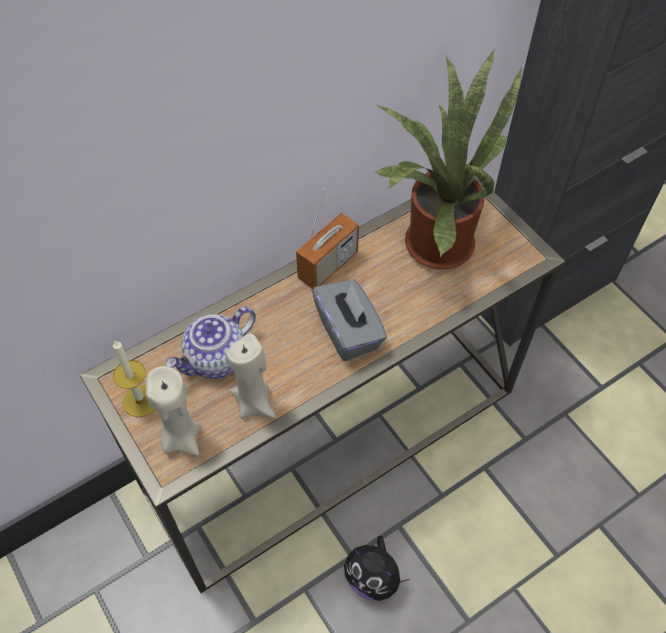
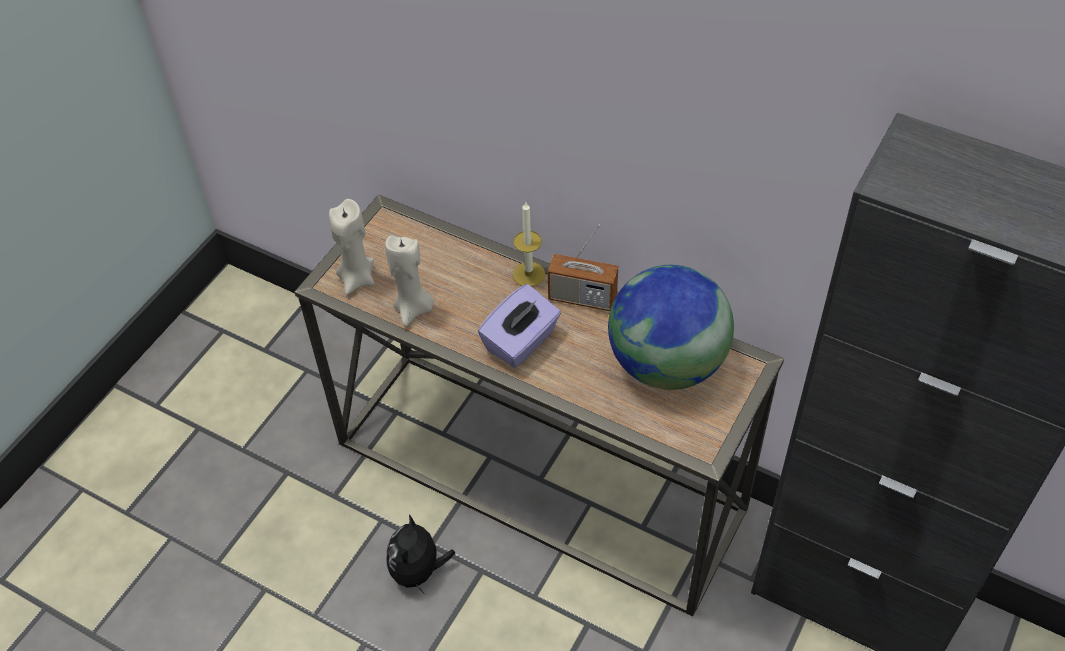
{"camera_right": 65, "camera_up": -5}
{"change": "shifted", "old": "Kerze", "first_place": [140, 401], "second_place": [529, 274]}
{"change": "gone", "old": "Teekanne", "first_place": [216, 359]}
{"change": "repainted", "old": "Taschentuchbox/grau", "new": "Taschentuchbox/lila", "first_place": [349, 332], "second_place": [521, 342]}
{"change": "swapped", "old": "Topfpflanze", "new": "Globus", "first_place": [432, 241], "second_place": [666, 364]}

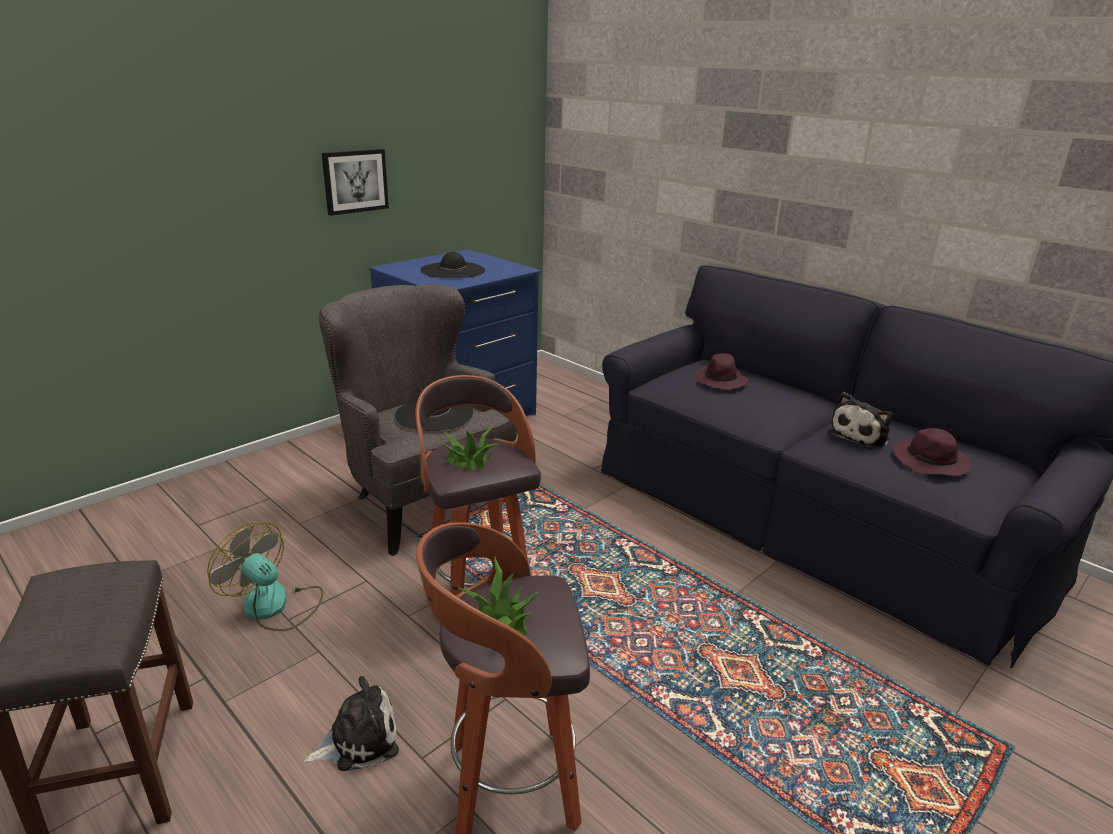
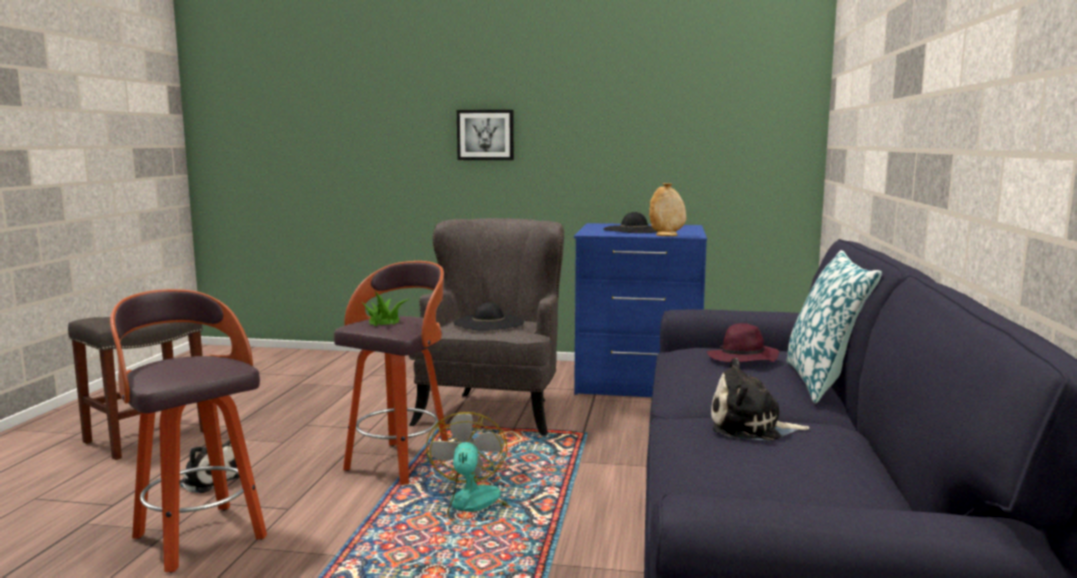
{"camera_right": 55, "camera_up": -15}
{"change": "shifted", "old": "Ventilator", "first_place": [274, 606], "second_place": [475, 507]}
{"change": "shifted", "old": "Bild", "first_place": [355, 181], "second_place": [485, 135]}
{"change": "gone", "old": "Topfpflanze", "first_place": [502, 619]}
{"change": "gone", "old": "Hut/lila", "first_place": [931, 463]}
{"change": "new", "new": "Vase/beige", "second_place": [667, 235]}
{"change": "new", "new": "Kissen", "second_place": [824, 382]}

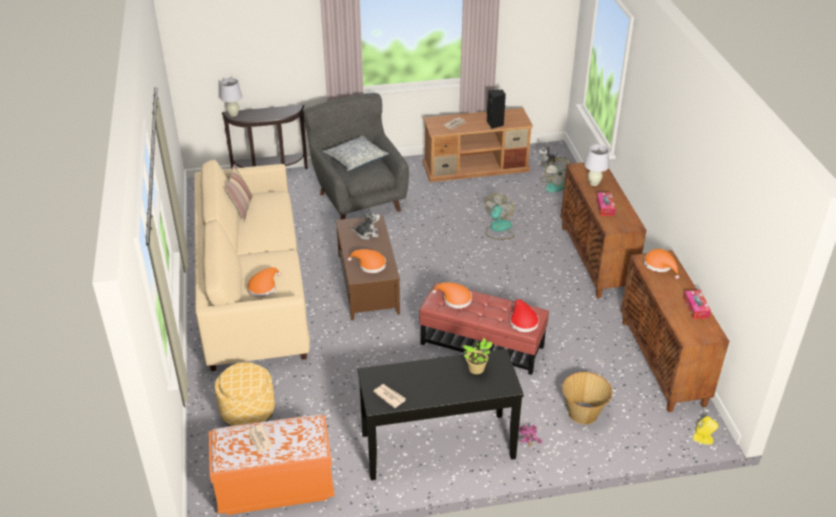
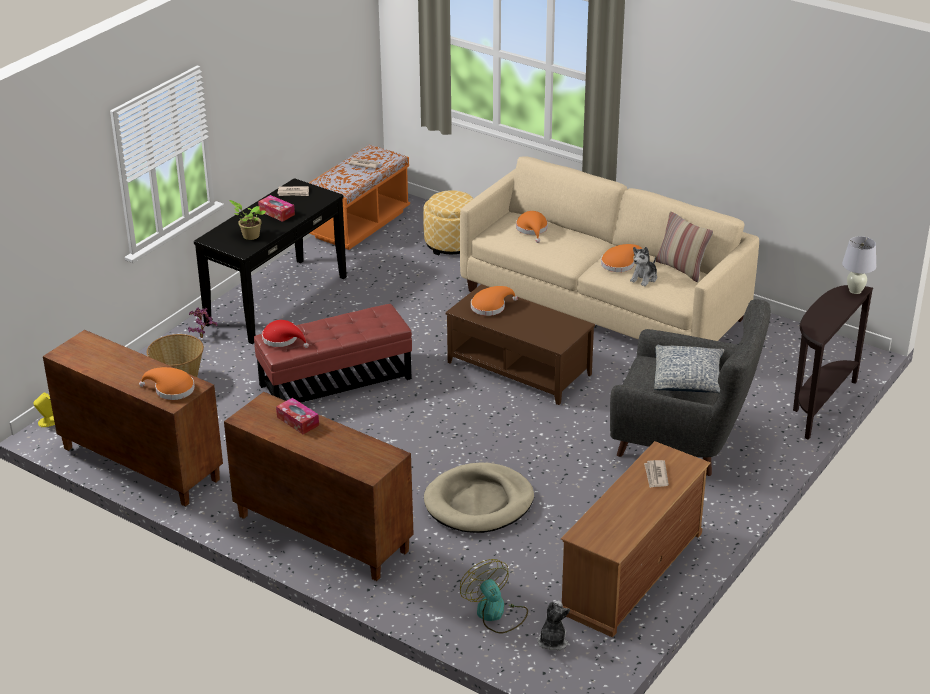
{"camera_right": 135, "camera_up": -5}
{"change": "shifted", "old": "Plüschtier", "first_place": [367, 234], "second_place": [644, 278]}
{"change": "shifted", "old": "Hut/orange", "first_place": [454, 299], "second_place": [620, 264]}
{"change": "swapped", "old": "Ventilator", "new": "Hundebett/beige", "first_place": [498, 229], "second_place": [479, 502]}
{"change": "gone", "old": "Lautsprecher/schwarz", "first_place": [495, 124]}
{"change": "gone", "old": "Tischlampe/weiß", "first_place": [594, 183]}
{"change": "shifted", "old": "Taschentuchbox", "first_place": [695, 308], "second_place": [276, 213]}

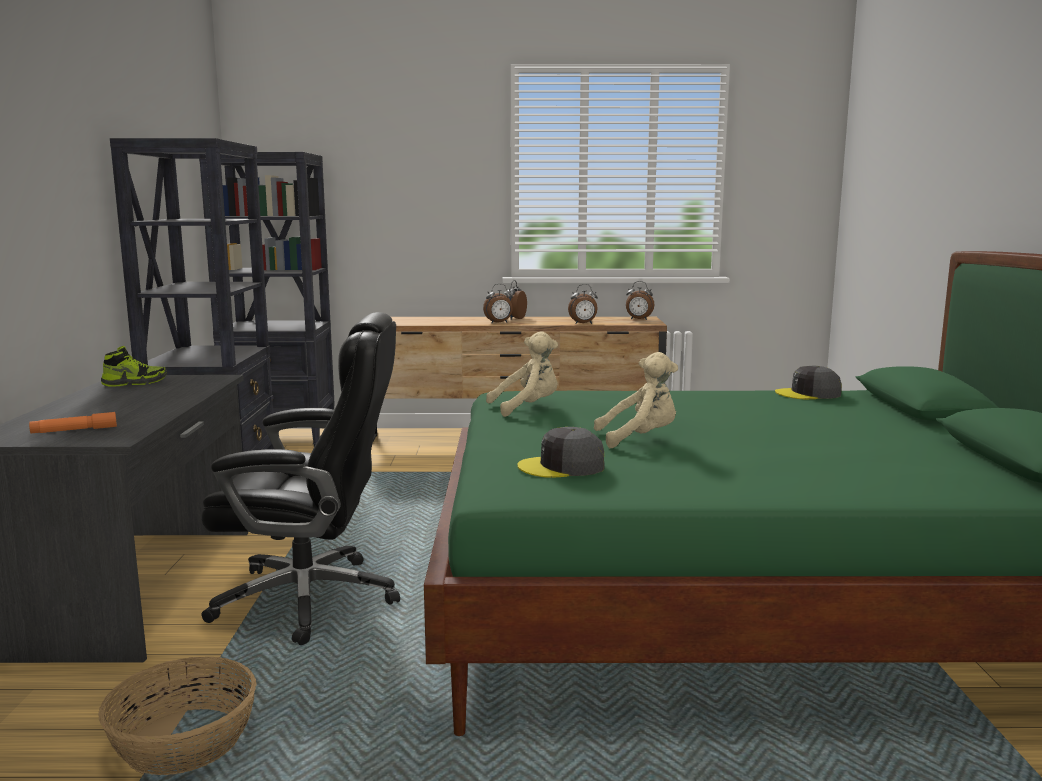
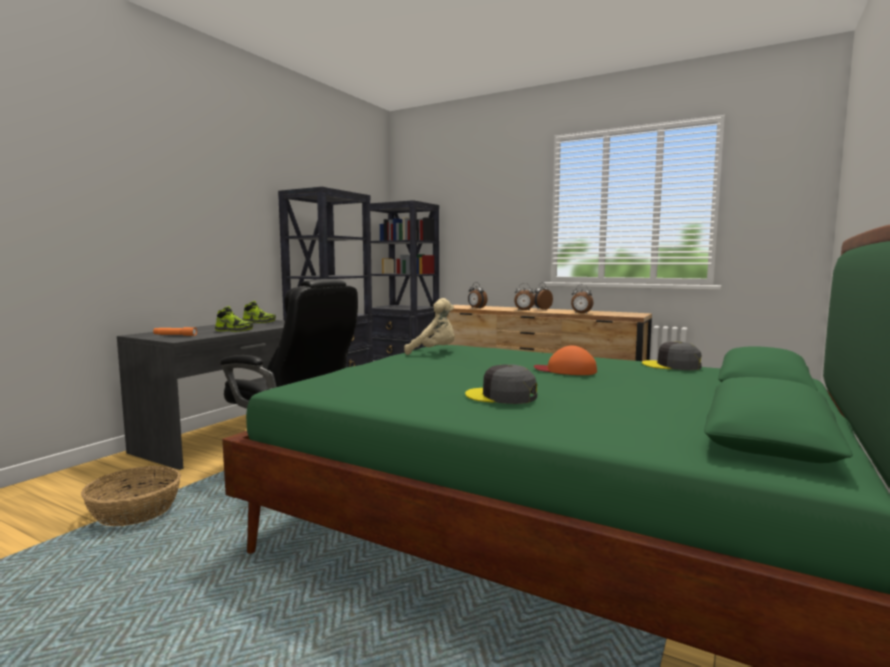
{"camera_right": 30, "camera_up": -5}
{"change": "shifted", "old": "Kappe/grau", "first_place": [562, 467], "second_place": [501, 396]}
{"change": "gone", "old": "Plüschtier/beige", "first_place": [640, 439]}
{"change": "shifted", "old": "Wecker", "first_place": [638, 319], "second_place": [476, 308]}
{"change": "new", "new": "Schuh", "second_place": [234, 330]}
{"change": "new", "new": "Kappe/orange", "second_place": [566, 370]}

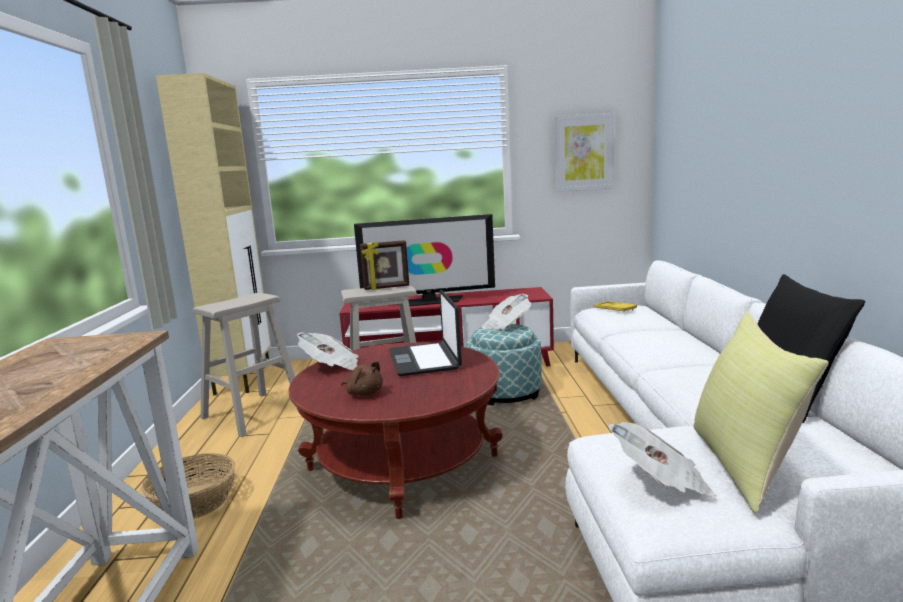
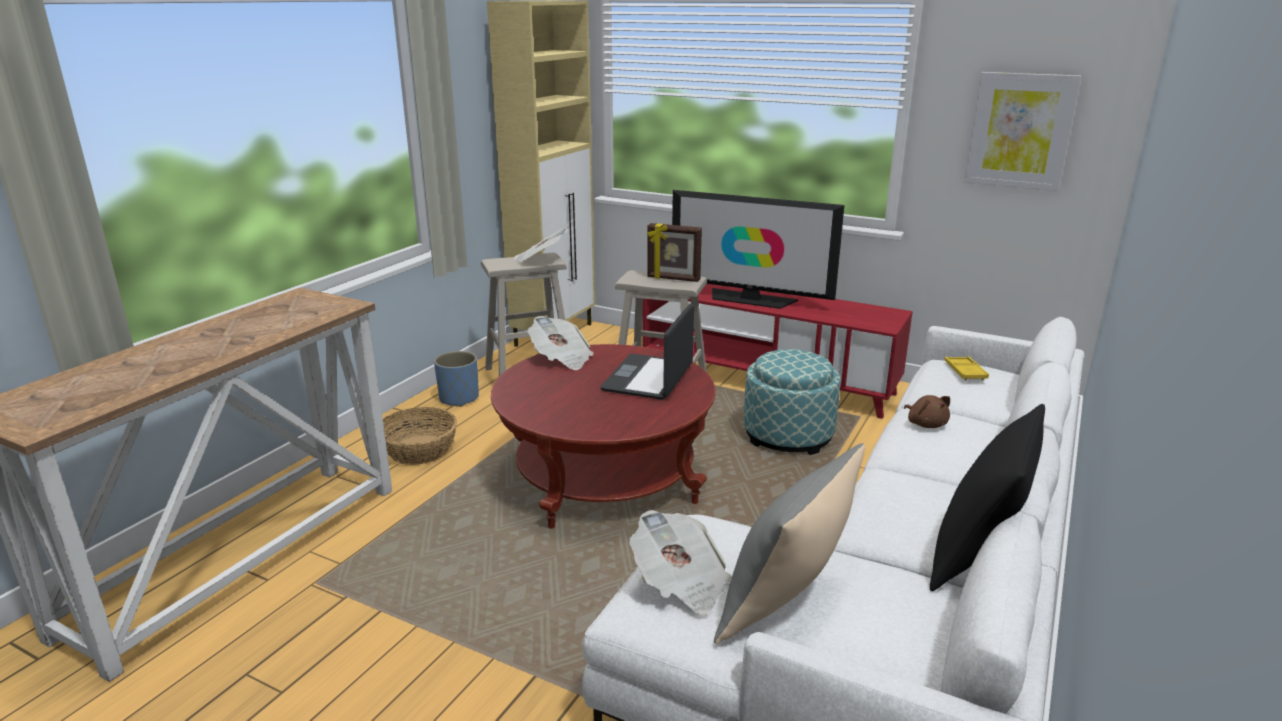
{"camera_right": 30, "camera_up": 10}
{"change": "shifted", "old": "Plüschtier/braun", "first_place": [364, 393], "second_place": [926, 424]}
{"change": "shifted", "old": "Zeitung", "first_place": [506, 325], "second_place": [539, 260]}
{"change": "repainted", "old": "Kissen/gelb", "new": "Kissen/grau", "first_place": [745, 465], "second_place": [784, 602]}
{"change": "new", "new": "Pflanzkübel/blau", "second_place": [459, 398]}

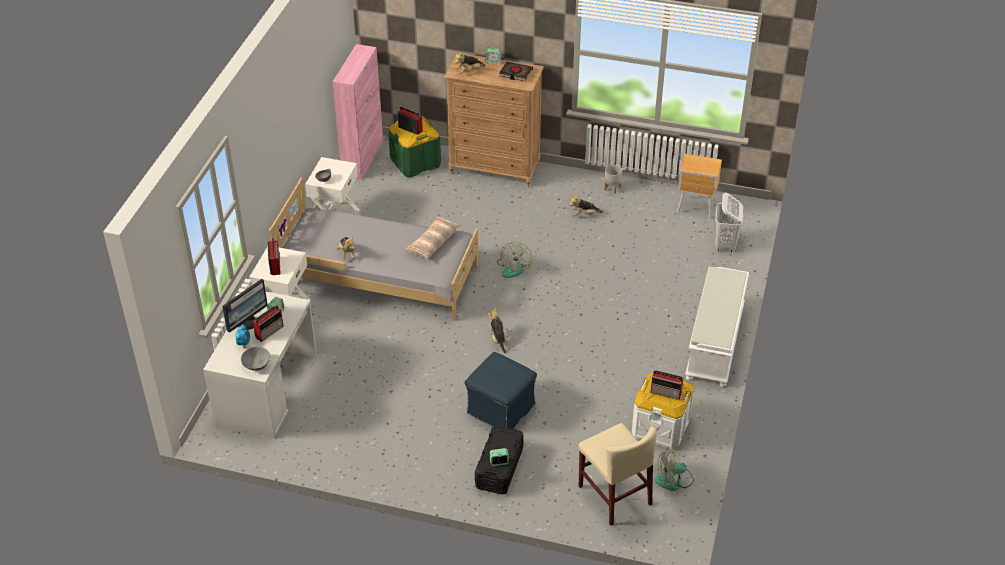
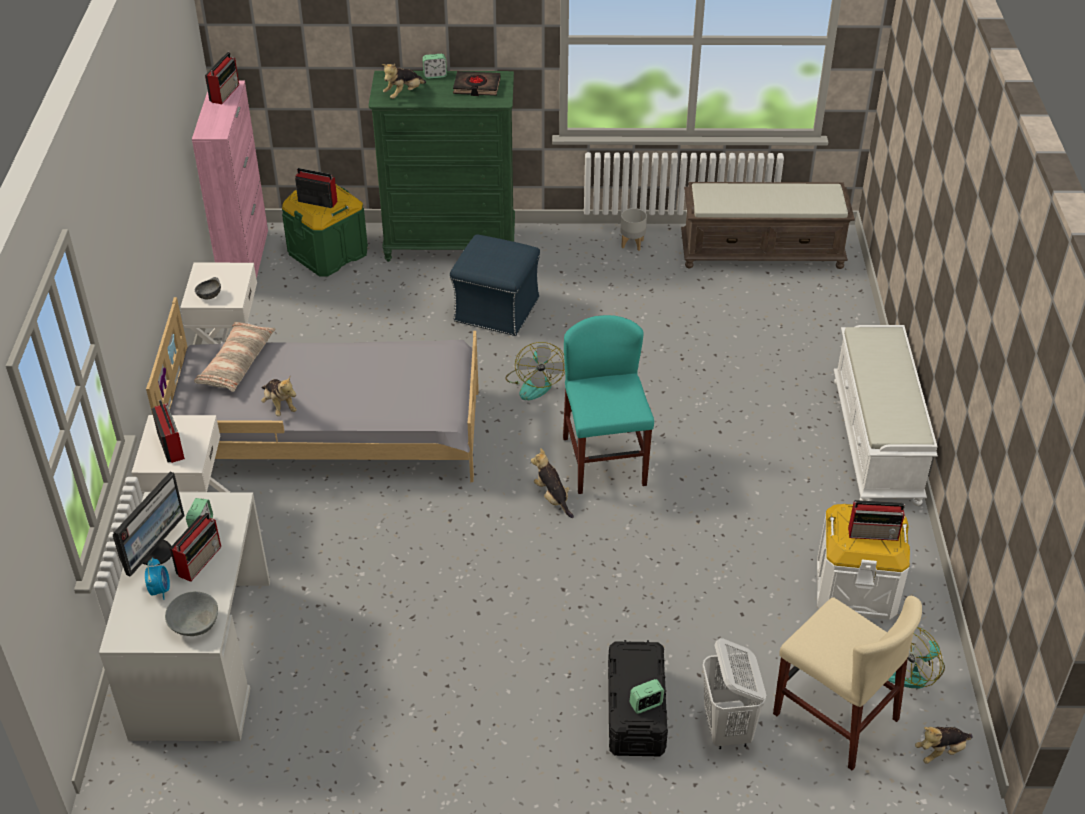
{"camera_right": -15, "camera_up": 0}
{"change": "shifted", "old": "Kissen", "first_place": [433, 242], "second_place": [236, 364]}
{"change": "repainted", "old": "Kommode/braun", "new": "Kommode/grün", "first_place": [495, 168], "second_place": [450, 243]}
{"change": "shifted", "old": "Polsterhocker/blau", "first_place": [500, 408], "second_place": [495, 309]}
{"change": "shifted", "old": "Plüschtier", "first_place": [584, 215], "second_place": [940, 751]}
{"change": "swapped", "old": "Nachttisch/braun", "new": "Bank/braun", "first_place": [696, 208], "second_place": [762, 252]}
{"change": "shifted", "old": "Wäschekorb/weiß", "first_place": [725, 244], "second_place": [727, 729]}
{"change": "new", "new": "Radio", "second_place": [225, 93]}
{"change": "new", "new": "Stuhl/türkis", "second_place": [604, 461]}

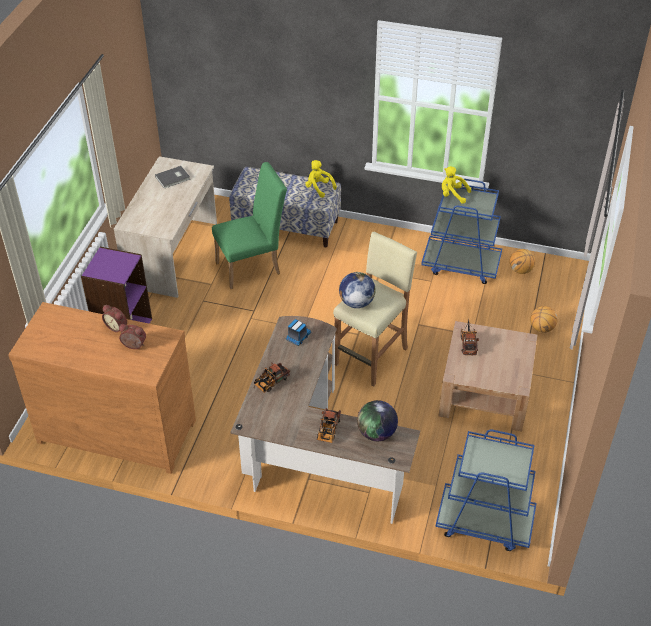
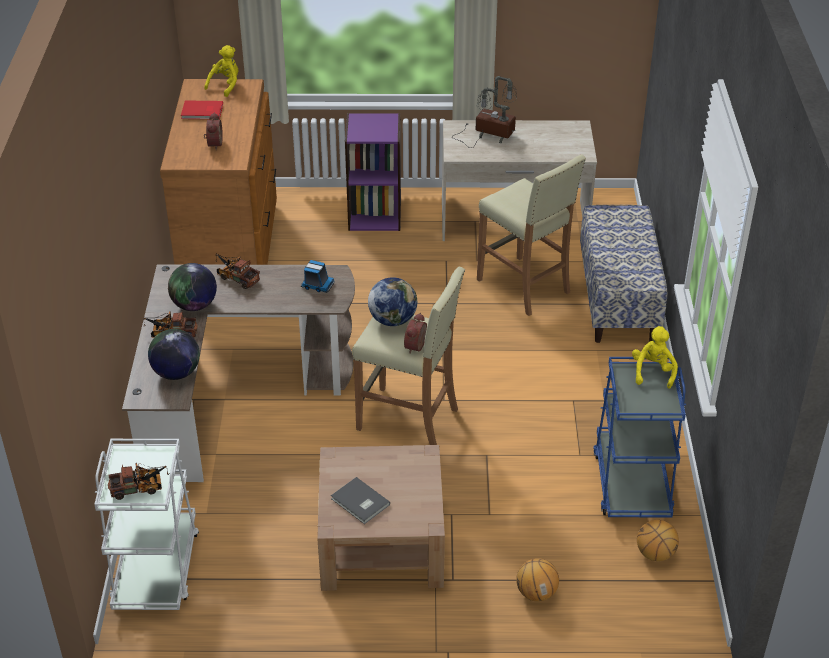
{"camera_right": 75, "camera_up": -5}
{"change": "shifted", "old": "Wecker", "first_place": [117, 326], "second_place": [417, 347]}
{"change": "shifted", "old": "Buch/grau", "first_place": [173, 178], "second_place": [360, 503]}
{"change": "swapped", "old": "Stuhl/grün", "new": "Hocker/beige", "first_place": [253, 267], "second_place": [524, 286]}
{"change": "shifted", "old": "Plüschtier/gelb", "first_place": [319, 188], "second_place": [225, 85]}
{"change": "repainted", "old": "Rollwagen/blau", "new": "Rollwagen/weiß", "first_place": [484, 522], "second_place": [156, 568]}
{"change": "shifted", "old": "Spielzeuglaster", "first_place": [468, 343], "second_place": [140, 488]}
{"change": "new", "new": "Globus", "second_place": [194, 305]}
{"change": "new", "new": "Buch/rot", "second_place": [202, 112]}
{"change": "new", "new": "Tischlampe", "second_place": [488, 135]}

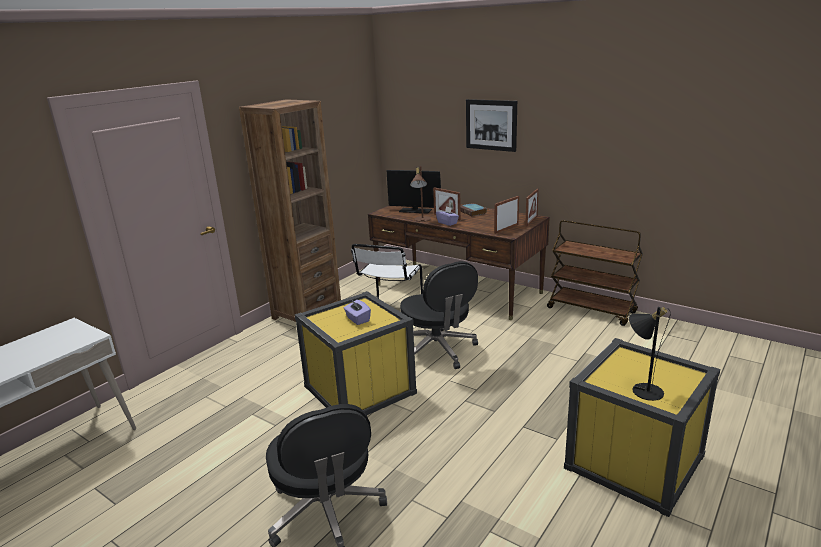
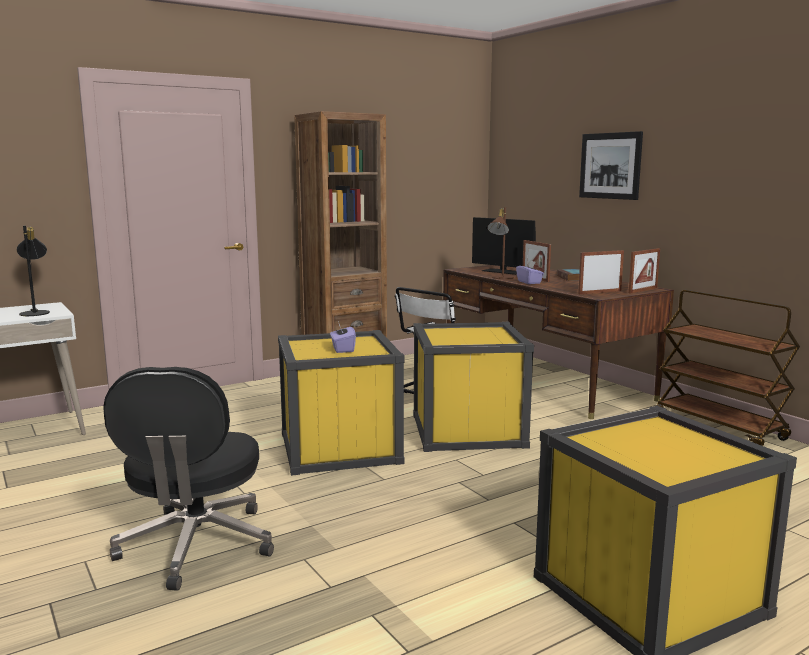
{"camera_right": 20, "camera_up": -10}
{"change": "swapped", "old": "Bürostuhl/schwarz", "new": "Aufbewahrungsbox/gelb", "first_place": [438, 350], "second_place": [467, 430]}
{"change": "shifted", "old": "Tischlampe/schwarz", "first_place": [642, 389], "second_place": [36, 312]}

